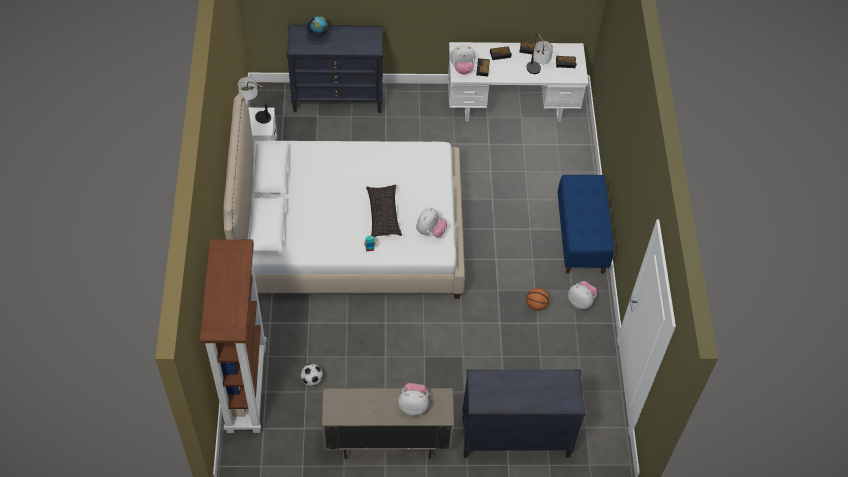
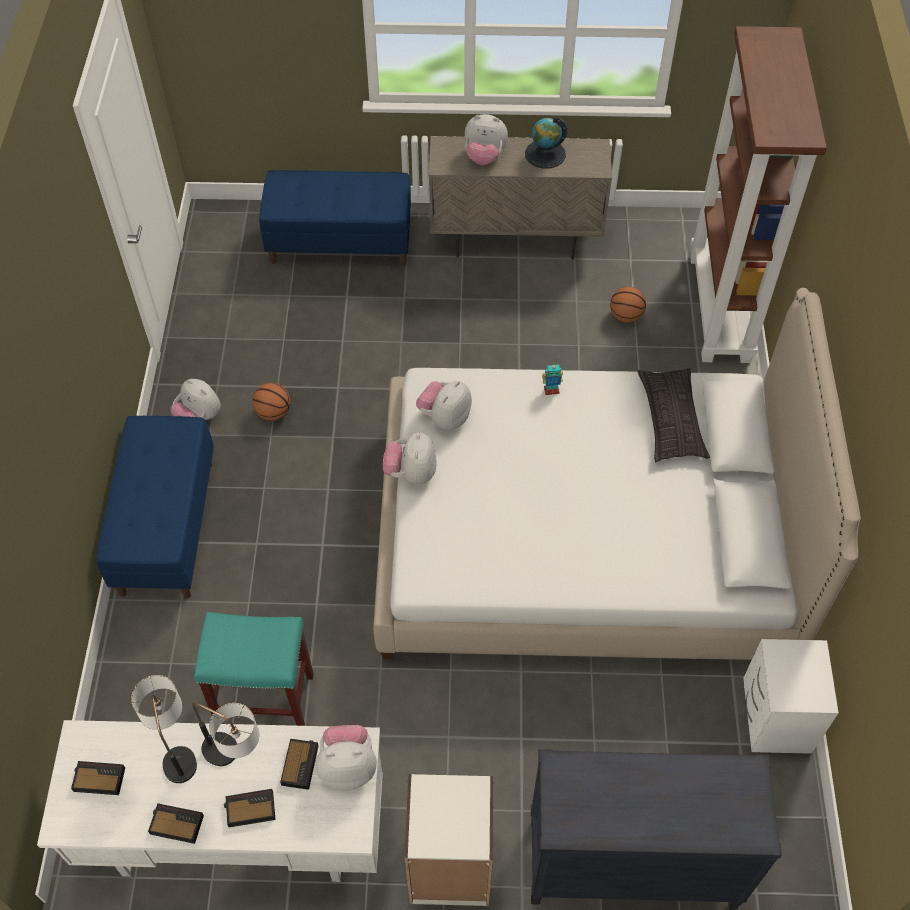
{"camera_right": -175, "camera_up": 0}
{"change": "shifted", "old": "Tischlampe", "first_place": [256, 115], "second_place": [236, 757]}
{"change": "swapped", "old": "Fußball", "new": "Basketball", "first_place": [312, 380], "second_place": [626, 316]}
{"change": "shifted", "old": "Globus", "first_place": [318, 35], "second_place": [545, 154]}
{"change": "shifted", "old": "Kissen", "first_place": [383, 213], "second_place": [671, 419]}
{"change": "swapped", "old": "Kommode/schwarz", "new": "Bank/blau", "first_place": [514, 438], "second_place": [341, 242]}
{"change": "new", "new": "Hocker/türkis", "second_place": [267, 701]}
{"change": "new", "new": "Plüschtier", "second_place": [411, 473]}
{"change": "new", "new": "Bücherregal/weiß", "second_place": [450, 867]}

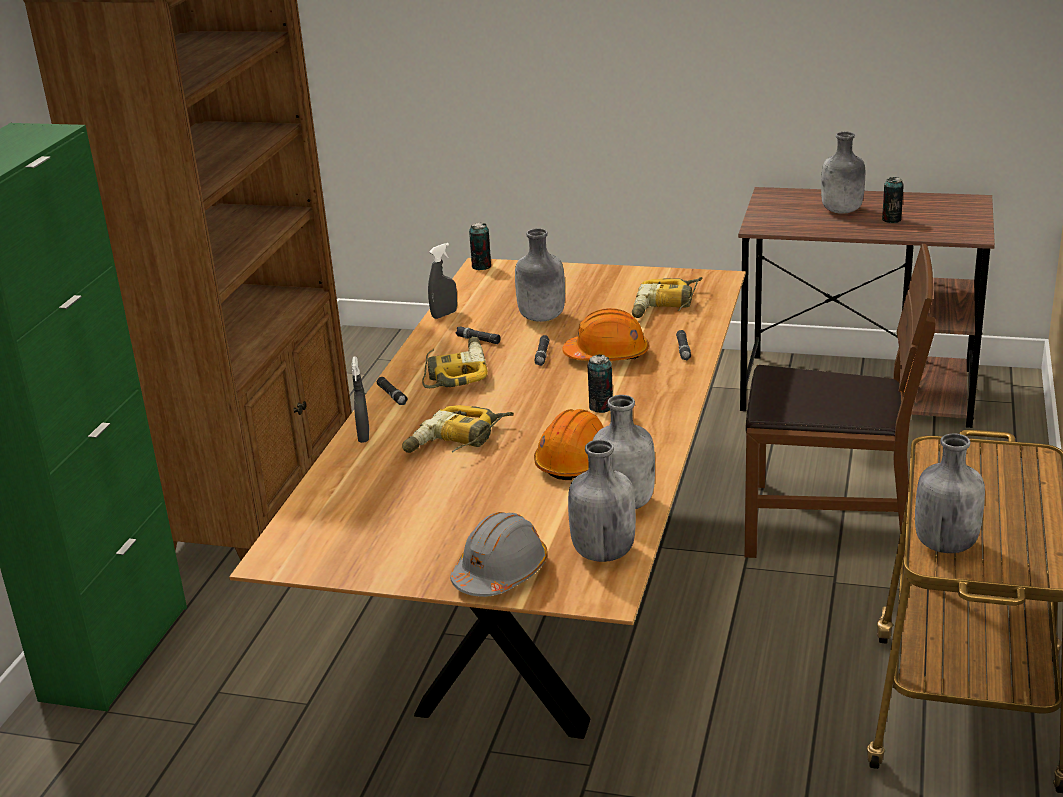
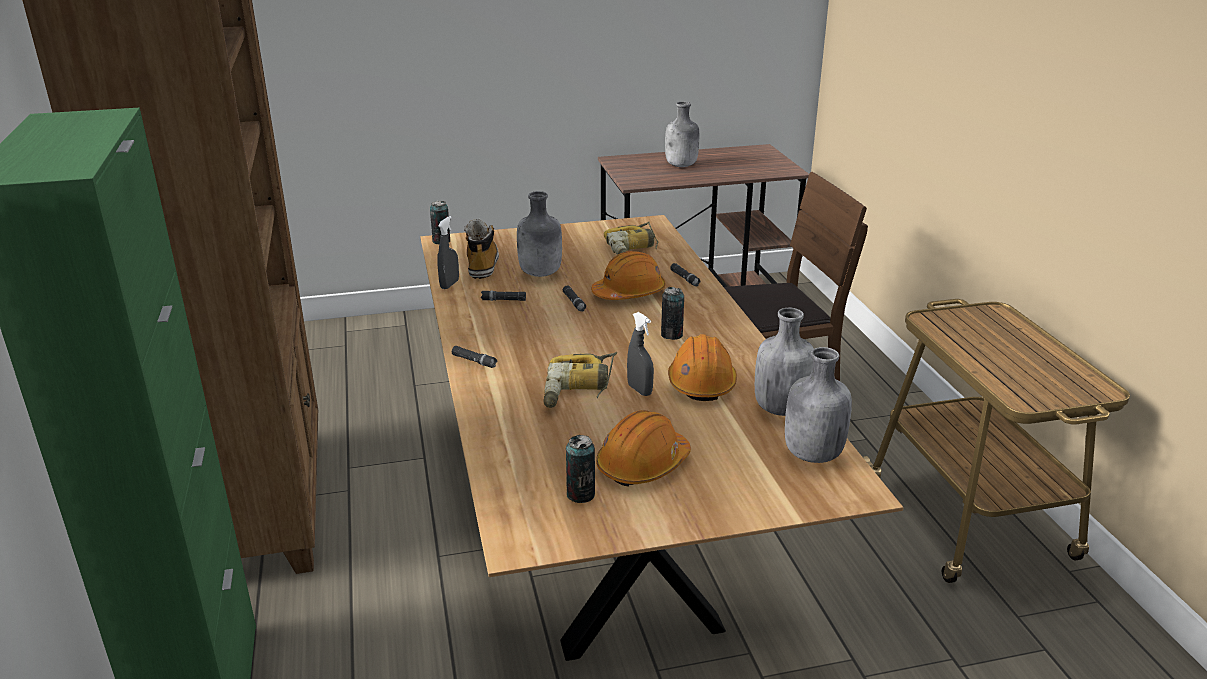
{"camera_right": -30, "camera_up": 0}
{"change": "shifted", "old": "Sprühflasche/grau", "first_place": [364, 436], "second_place": [639, 390]}
{"change": "gone", "old": "Bohrmaschine", "first_place": [454, 373]}
{"change": "gone", "old": "Schutzhelm/grau", "first_place": [500, 573]}
{"change": "shifted", "old": "Dose", "first_place": [891, 220], "second_place": [580, 494]}
{"change": "gone", "old": "Flasche/grau", "first_place": [944, 544]}
{"change": "new", "new": "Stiefel", "second_place": [482, 264]}
{"change": "new", "new": "Schutzhelm/orange", "second_place": [643, 465]}

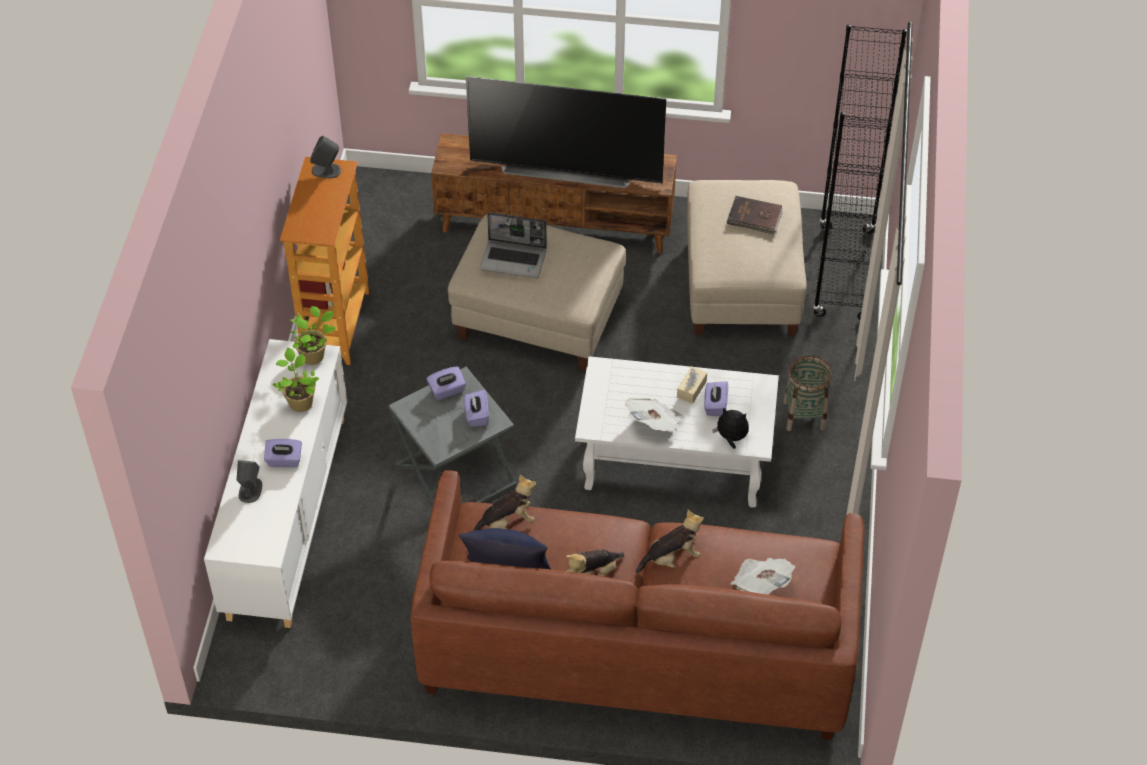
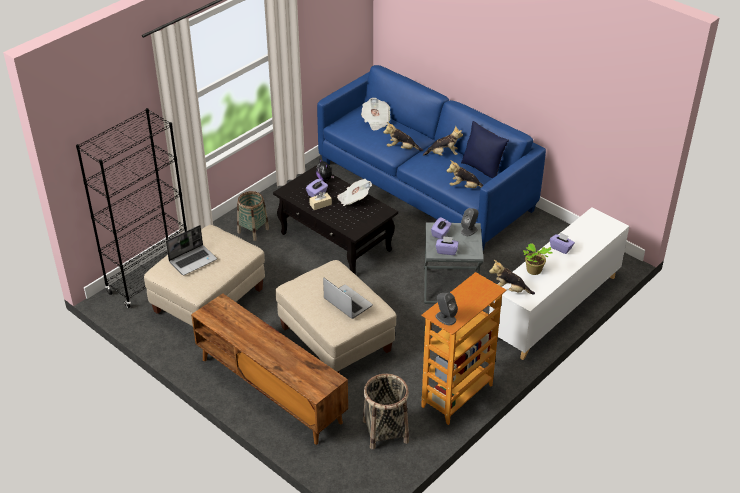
{"camera_right": -145, "camera_up": -10}
{"change": "shifted", "old": "Lautsprecher/grau", "first_place": [250, 490], "second_place": [469, 230]}
{"change": "swapped", "old": "Topfpflanze", "new": "Plüschtier", "first_place": [314, 355], "second_place": [509, 290]}
{"change": "repainted", "old": "Sofa/braun", "new": "Sofa/blau", "first_place": [636, 645], "second_place": [426, 187]}
{"change": "gone", "old": "Fernseher", "first_place": [567, 169]}
{"change": "repainted", "old": "Couchtisch/weiß", "new": "Couchtisch/schwarz", "first_place": [673, 461], "second_place": [336, 242]}
{"change": "swapped", "old": "Buch/braun", "new": "Laptop", "first_place": [754, 217], "second_place": [193, 260]}
{"change": "new", "new": "Korb", "second_place": [386, 431]}

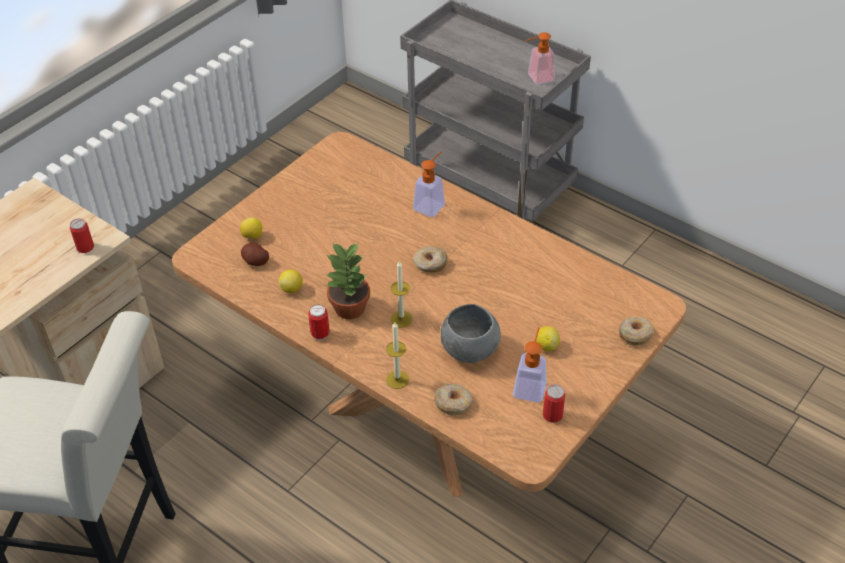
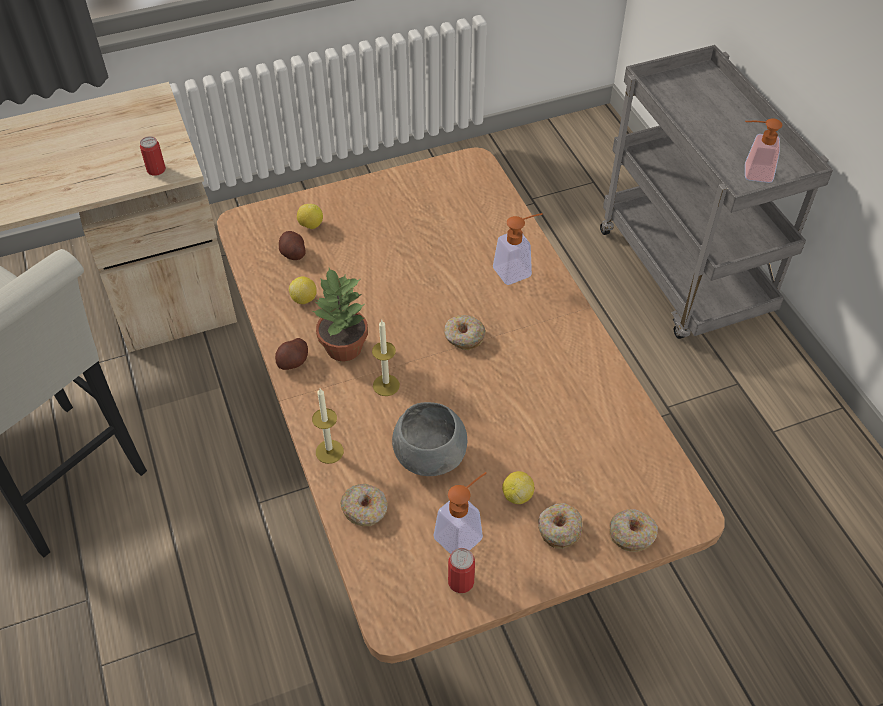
{"camera_right": 30, "camera_up": 5}
{"change": "swapped", "old": "Dose", "new": "Kartoffel", "first_place": [320, 334], "second_place": [293, 362]}
{"change": "new", "new": "Donut", "second_place": [559, 529]}

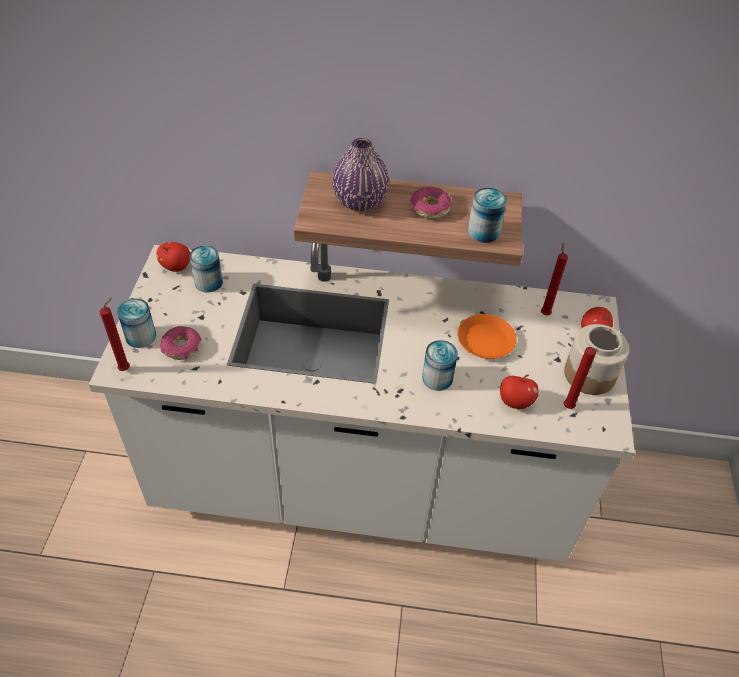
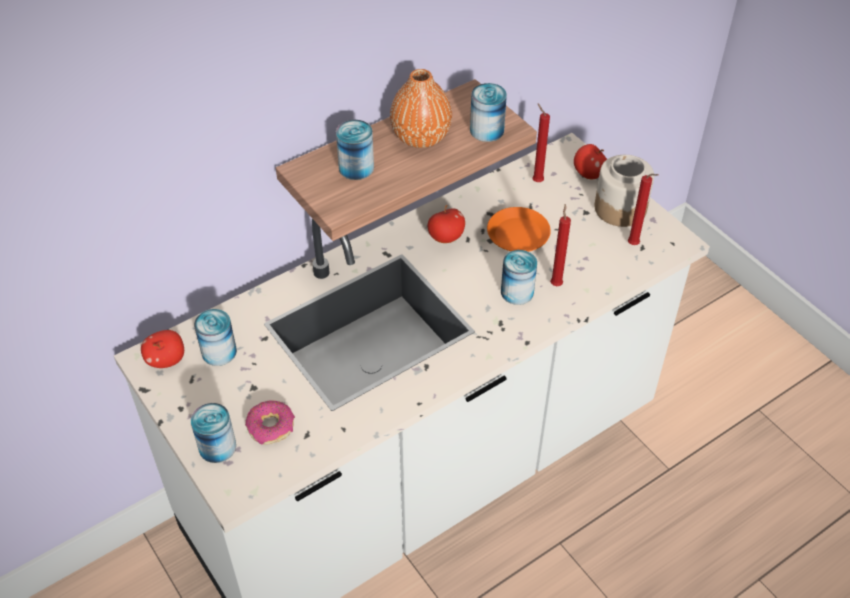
{"camera_right": -40, "camera_up": 0}
{"change": "shifted", "old": "Kerze/rot", "first_place": [126, 368], "second_place": [556, 283]}
{"change": "swapped", "old": "Vase/lila", "new": "Dose", "first_place": [360, 201], "second_place": [356, 168]}
{"change": "swapped", "old": "Donut", "new": "Vase/orange", "first_place": [429, 208], "second_place": [421, 137]}
{"change": "shifted", "old": "Apfel", "first_place": [515, 402], "second_place": [446, 237]}

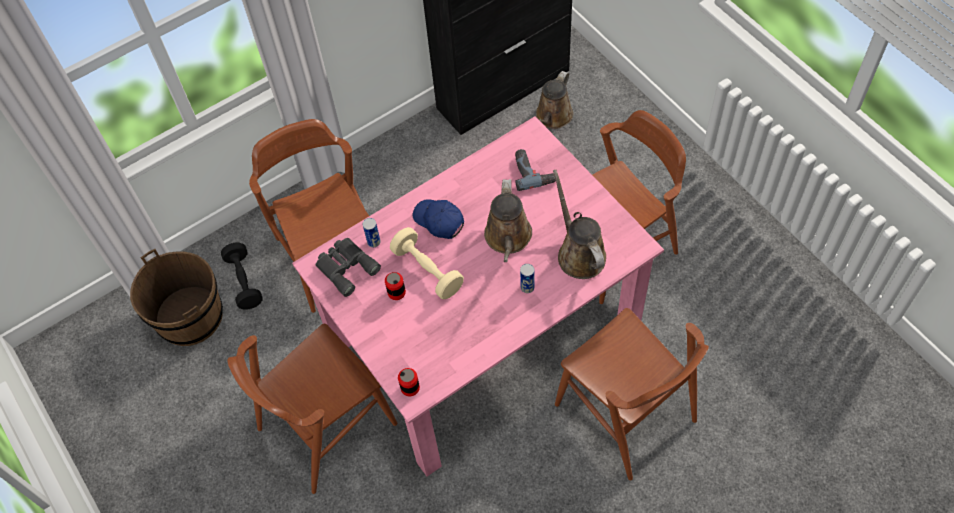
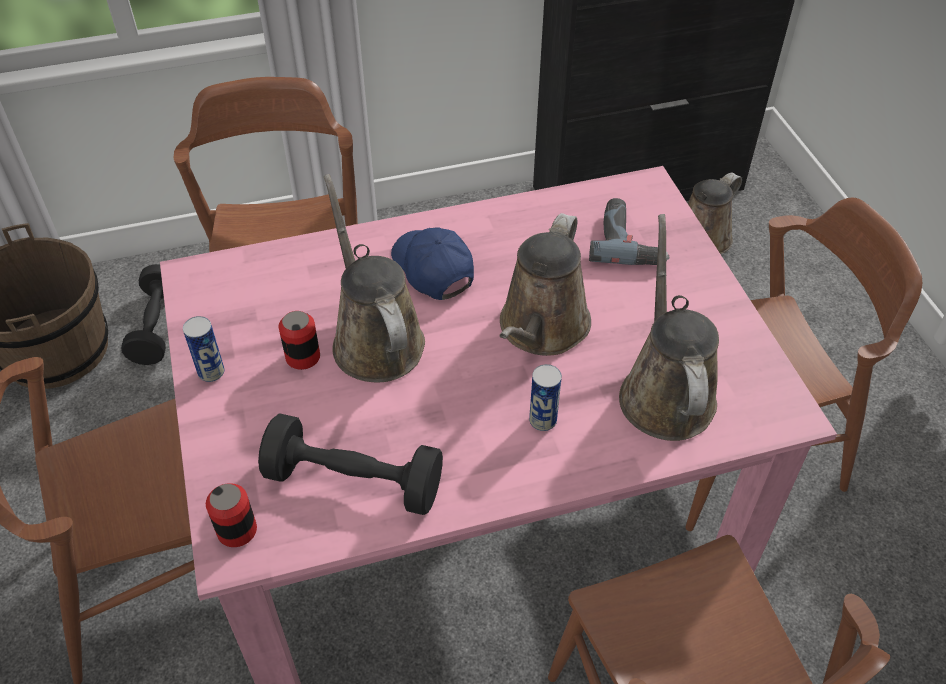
{"camera_right": 15, "camera_up": -10}
{"change": "gone", "old": "Fernglas/grau", "first_place": [346, 267]}
{"change": "shifted", "old": "Dose", "first_place": [374, 242], "second_place": [211, 372]}
{"change": "swapped", "old": "Hantel/beige", "new": "Gießkanne/braun", "first_place": [427, 270], "second_place": [374, 338]}
{"change": "new", "new": "Hantel/schwarz", "second_place": [354, 481]}

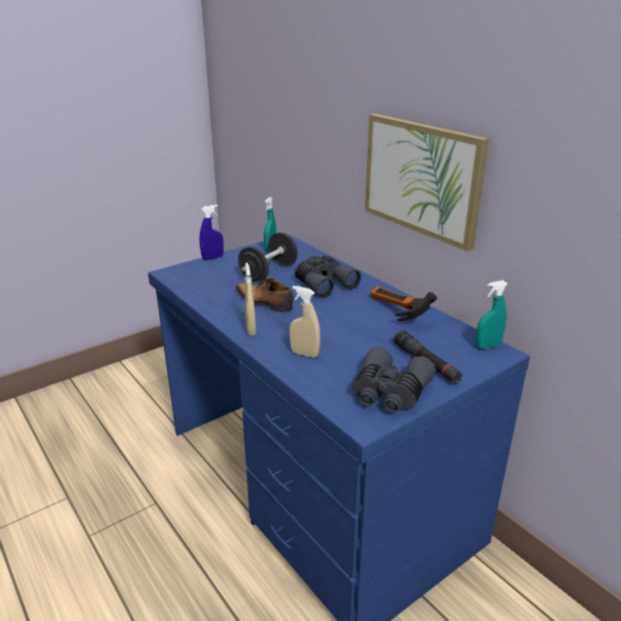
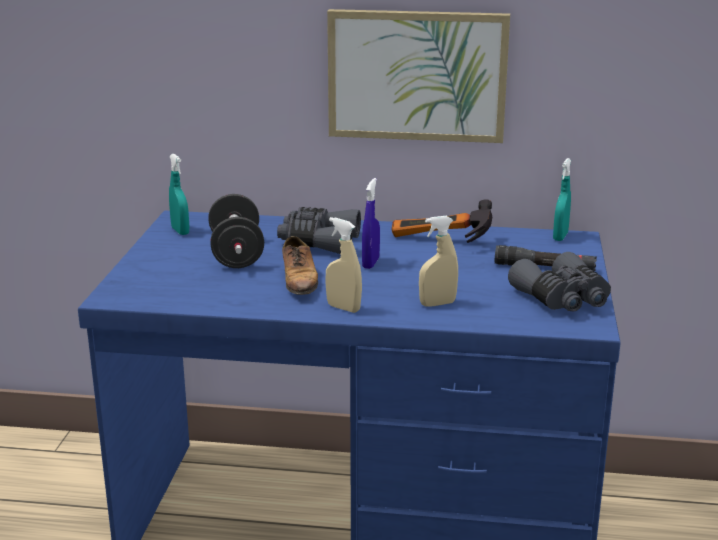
{"camera_right": -45, "camera_up": -5}
{"change": "shifted", "old": "Sprühflasche/blau", "first_place": [213, 258], "second_place": [370, 263]}
{"change": "rotated", "old": "Schuh", "first_place": [264, 302], "second_place": [299, 281], "degrees": -90}

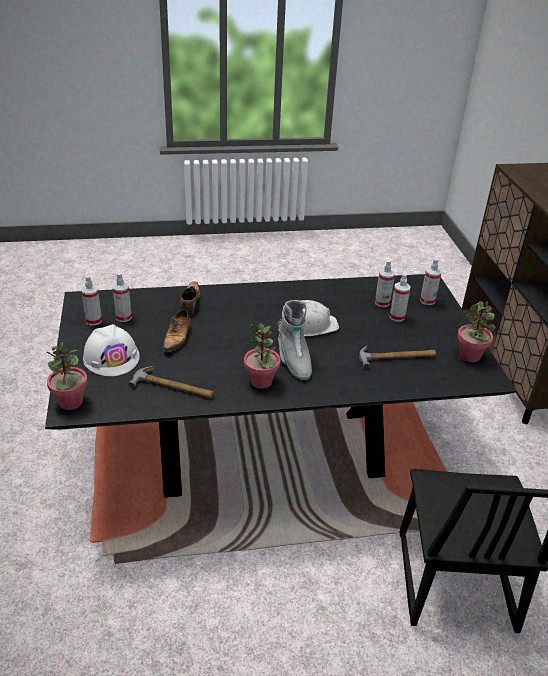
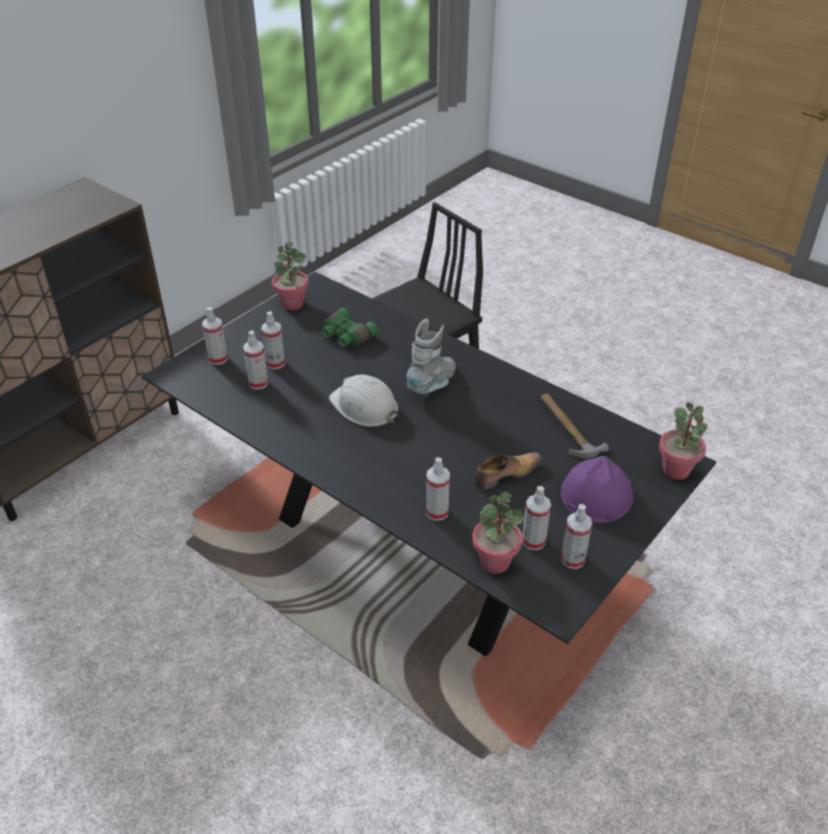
{"camera_right": -130, "camera_up": 5}
{"change": "repainted", "old": "Schutzhelm/weiß", "new": "Schutzhelm/lila", "first_place": [111, 357], "second_place": [596, 495]}
{"change": "swapped", "old": "Schuh", "new": "Sprühflasche", "first_place": [190, 302], "second_place": [437, 512]}
{"change": "shifted", "old": "Topfpflanze", "first_place": [261, 381], "second_place": [495, 561]}
{"change": "swapped", "old": "Hammer", "new": "Fernglas/grün", "first_place": [397, 357], "second_place": [346, 336]}

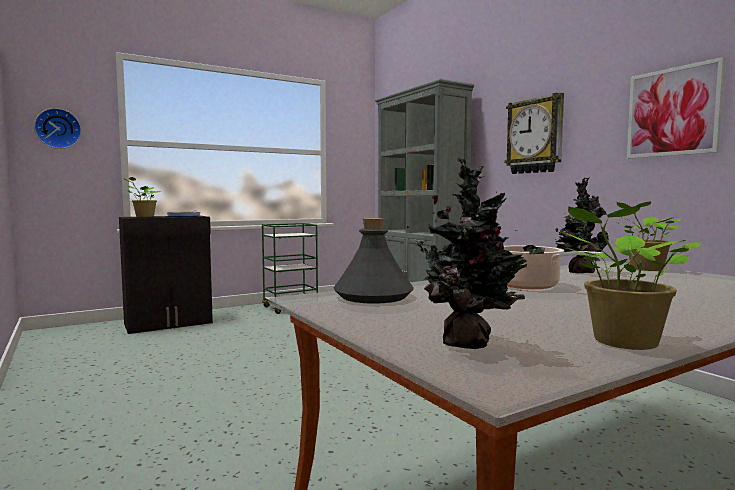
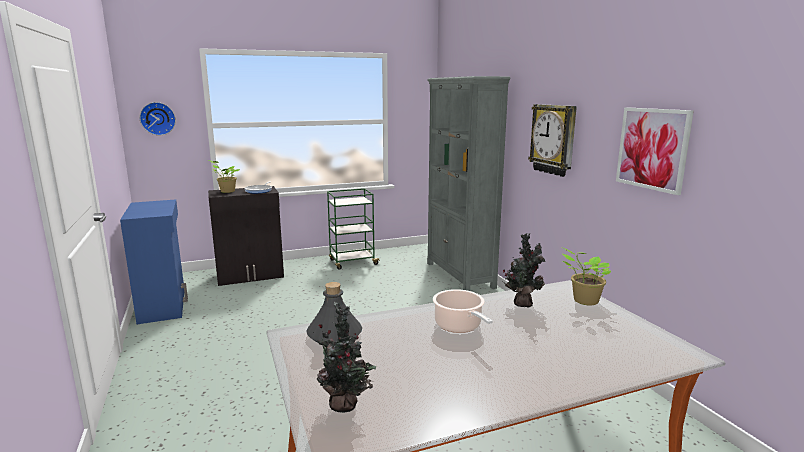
{"camera_right": 10, "camera_up": 10}
{"change": "gone", "old": "Topfpflanze", "first_place": [621, 342]}
{"change": "new", "new": "Schrank/blau", "second_place": [164, 305]}

